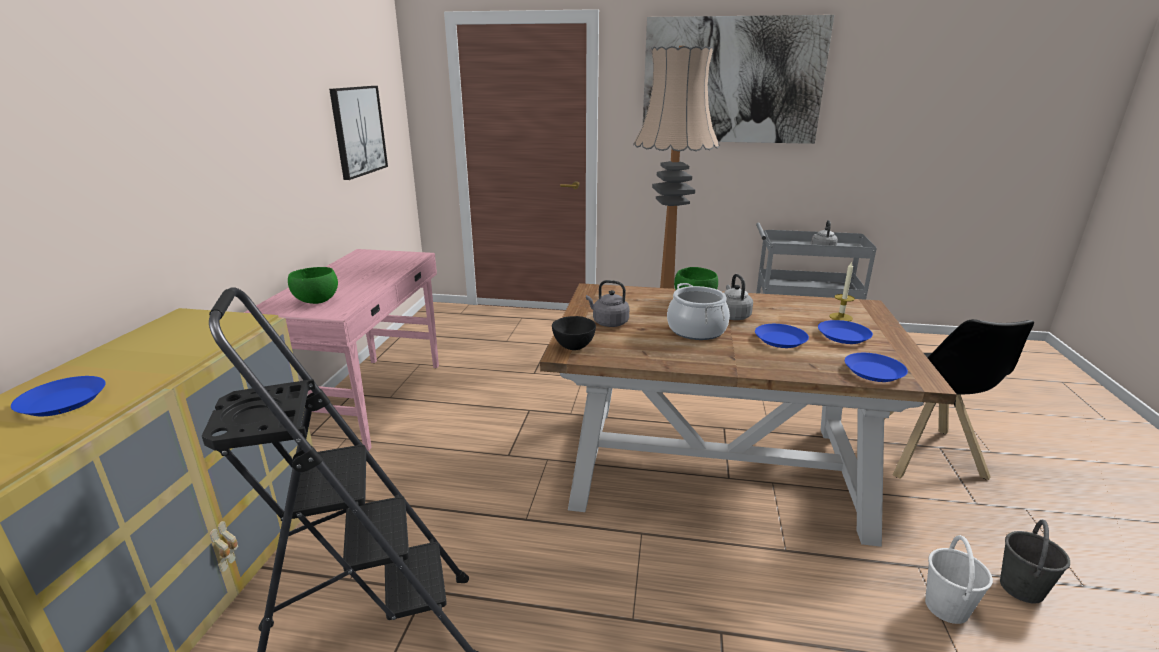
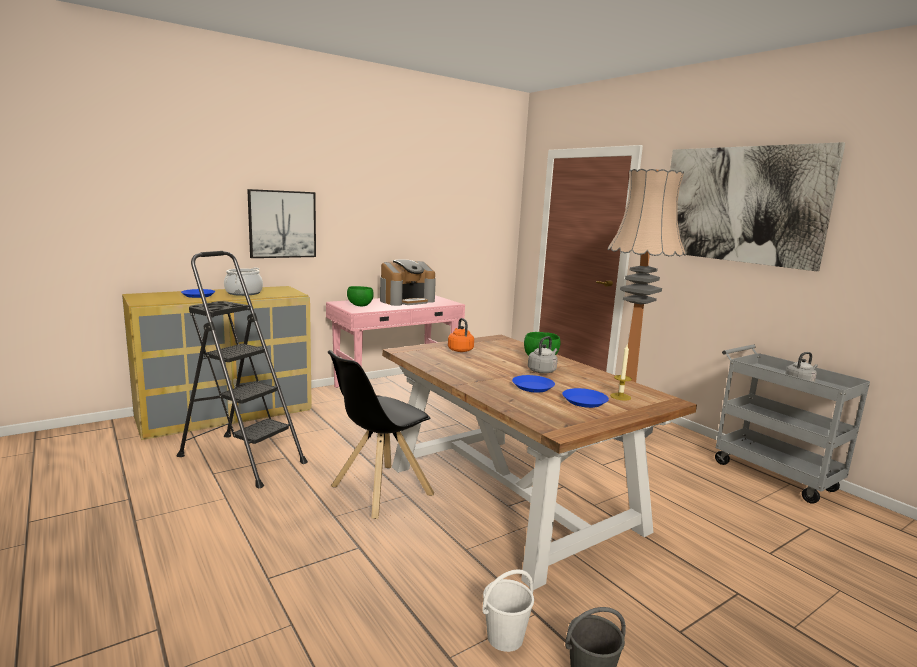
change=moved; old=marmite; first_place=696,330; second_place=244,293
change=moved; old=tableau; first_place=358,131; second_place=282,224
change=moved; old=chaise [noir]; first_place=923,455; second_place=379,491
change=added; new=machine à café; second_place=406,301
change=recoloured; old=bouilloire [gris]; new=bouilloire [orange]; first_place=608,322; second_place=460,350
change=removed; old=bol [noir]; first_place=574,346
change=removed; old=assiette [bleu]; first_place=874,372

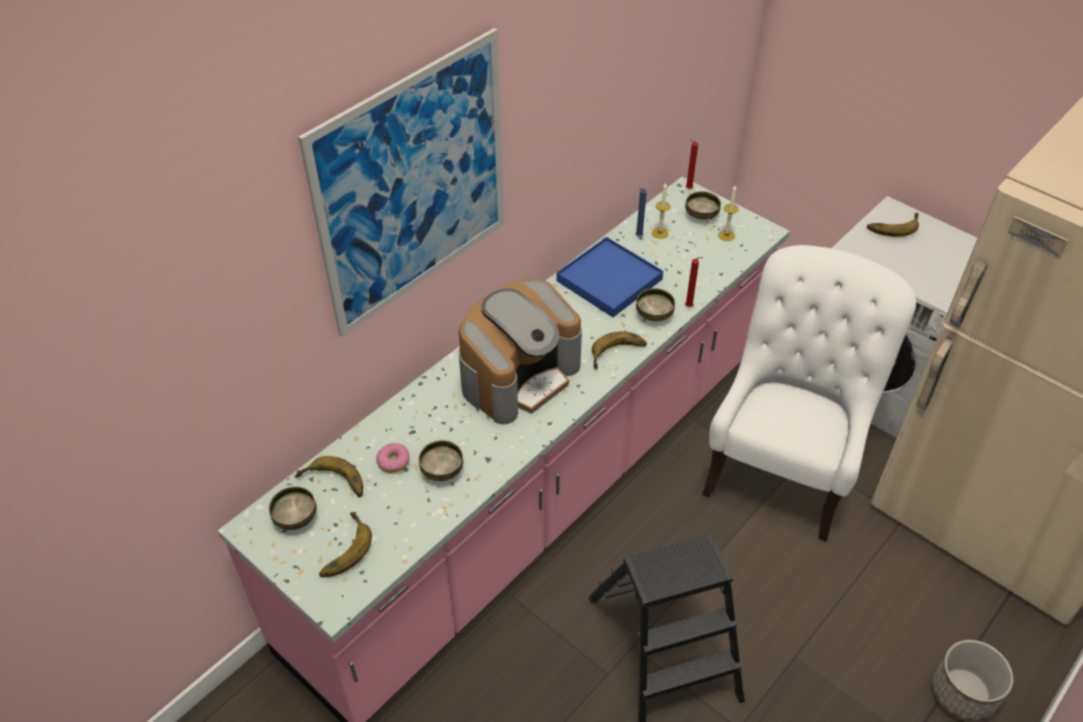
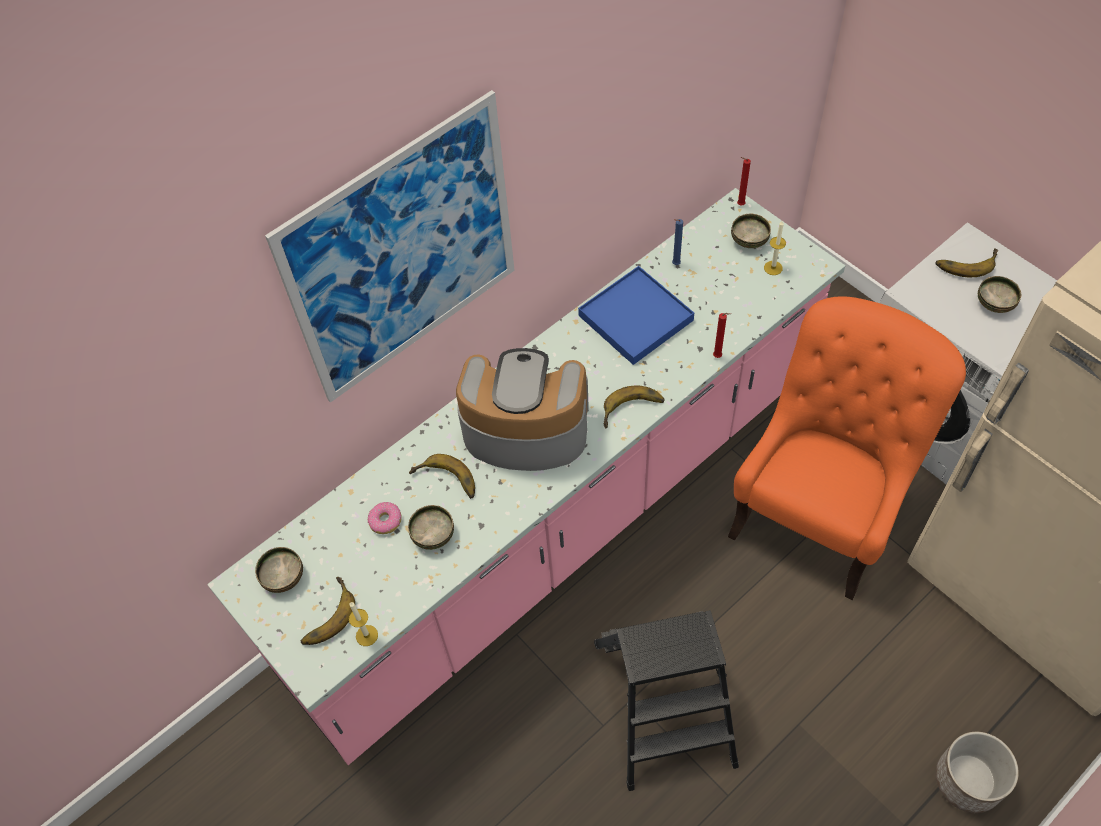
change=moved; old=bougie; first_place=660,233; second_place=367,635
change=moved; old=banane; first_place=332,484; second_place=445,483
change=turned; old=machine à café; first_place=519,375; second_place=524,429; degrees=-135
change=recoloured; old=chaise [blanc]; new=chaise [orange]; first_place=782,469; second_place=818,513
change=moved; old=bol; first_place=654,314; second_place=995,303

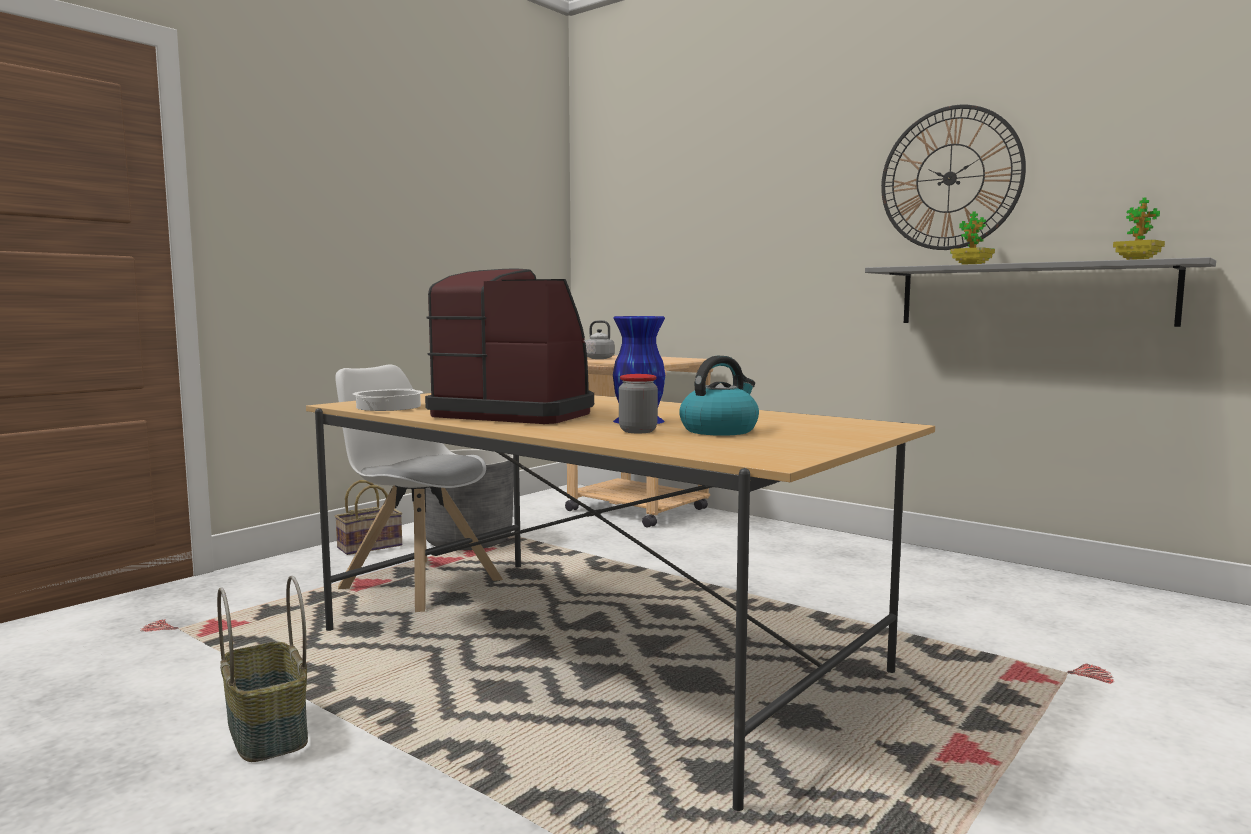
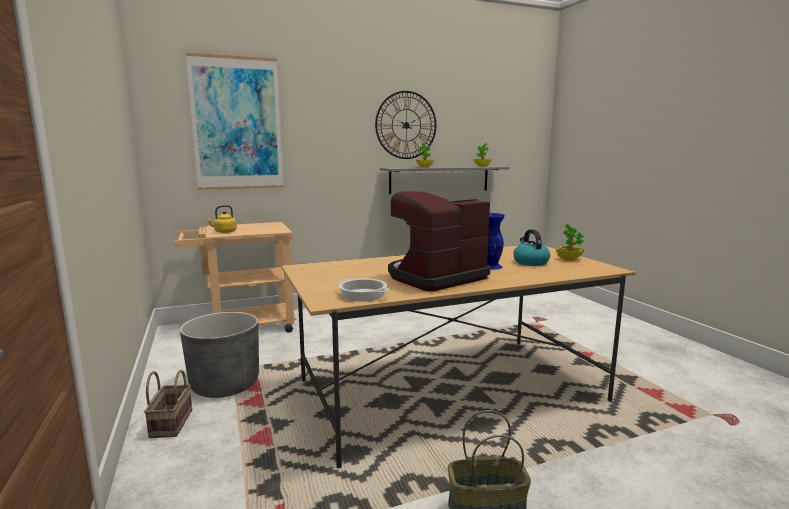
change=added; new=tableau; second_place=237,124
change=recoloured; old=bouilloire [gris]; new=bouilloire [jaune]; first_place=597,358; second_place=224,232
change=added; new=plante en pot; second_place=569,259
change=removed; old=chaise; first_place=418,583
change=removed; old=bocal; first_place=638,431

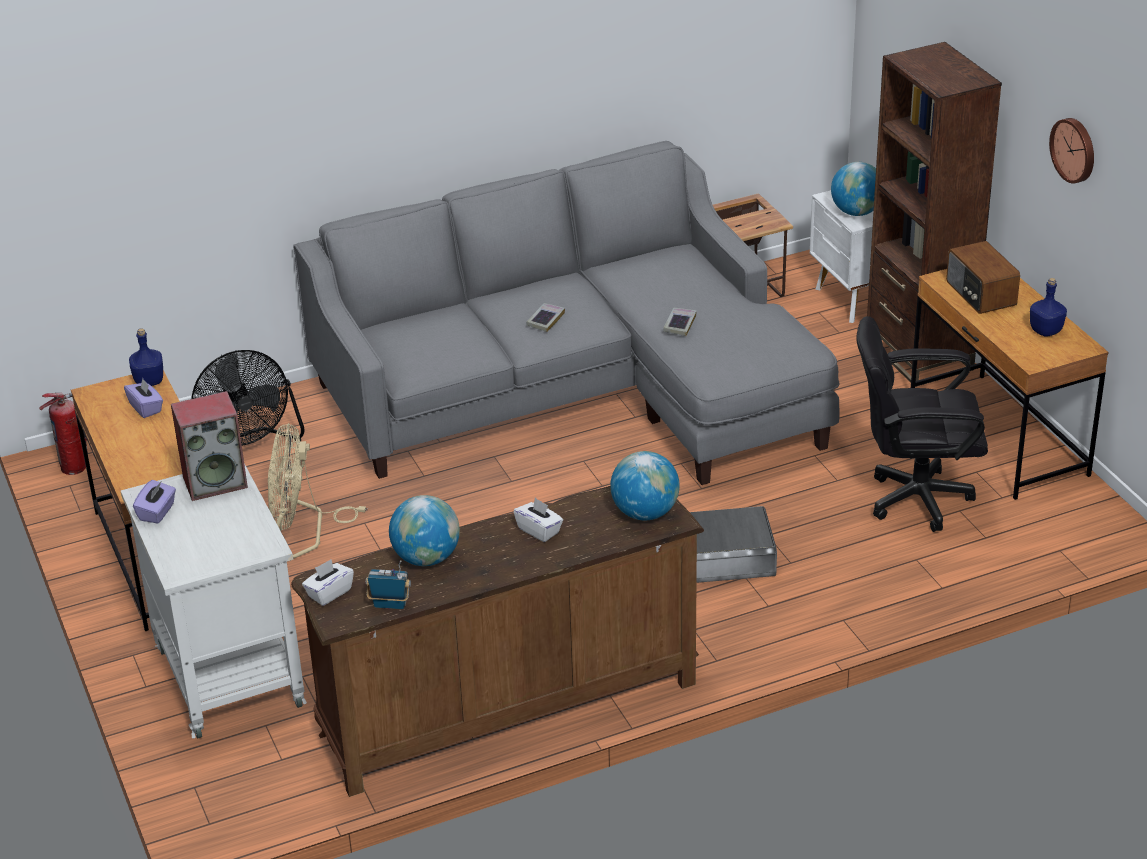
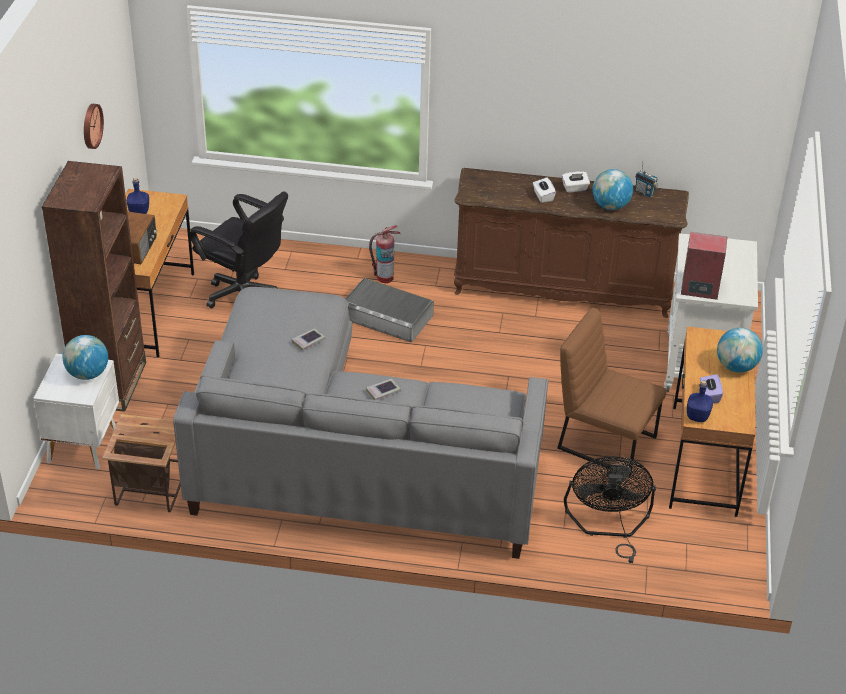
change=moved; old=extincteur; first_place=74,467; second_place=384,278
change=replaced; old=ventilateur [beige]; new=chaise [marron]; first_place=303,528; second_place=604,441
change=moved; old=boîte à mouchoirs [blanc]; first_place=329,593; second_place=575,188
change=moved; old=globe; first_place=645,513; second_place=736,367
change=removed; old=boîte à mouchoirs [violet]; first_place=157,512

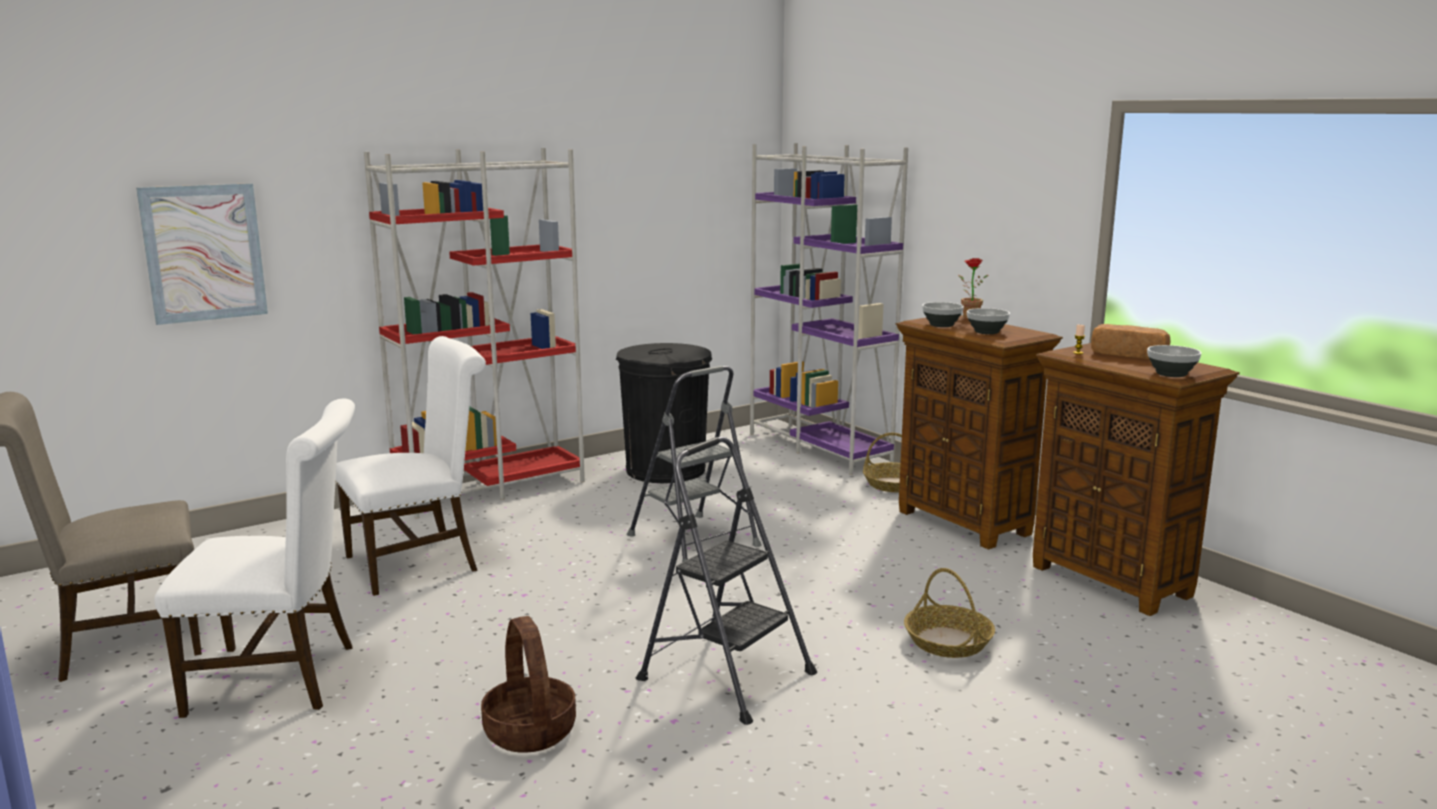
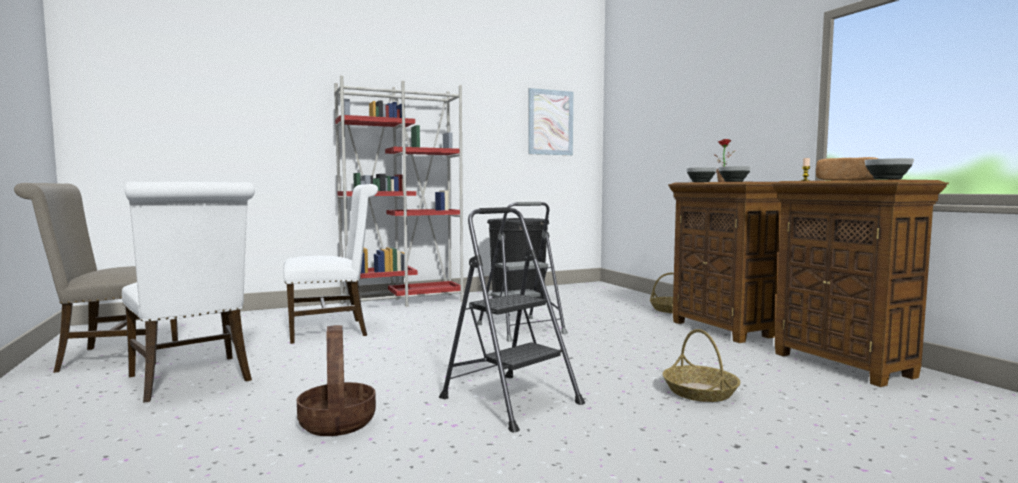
change=turned; old=chaise [blanc]; first_place=284,677; second_place=193,380; degrees=45
change=moved; old=tableau; first_place=204,253; second_place=550,122
change=removed; old=bibliothèque [violet]; first_place=819,448

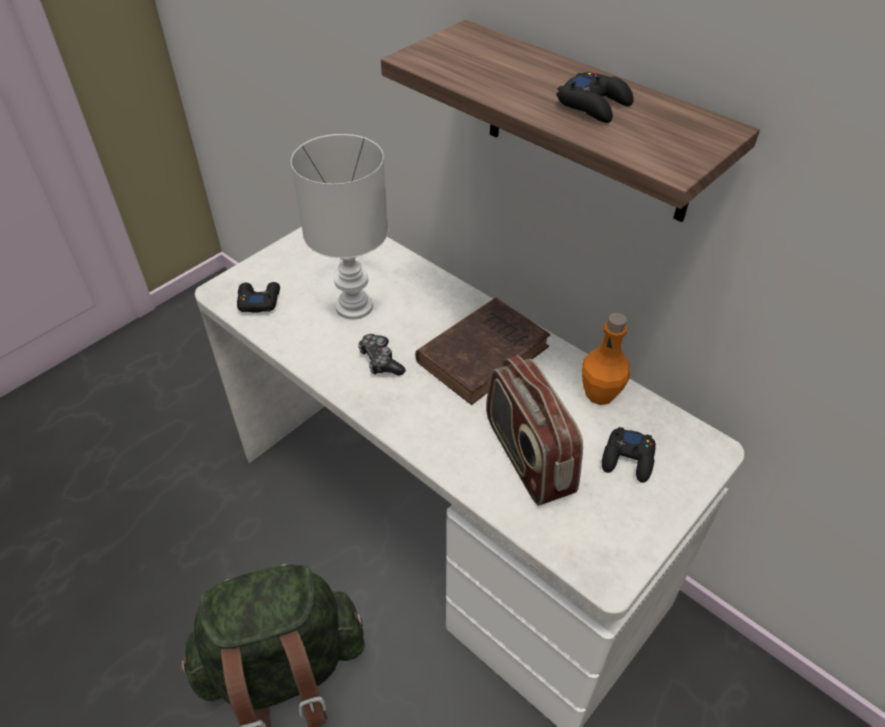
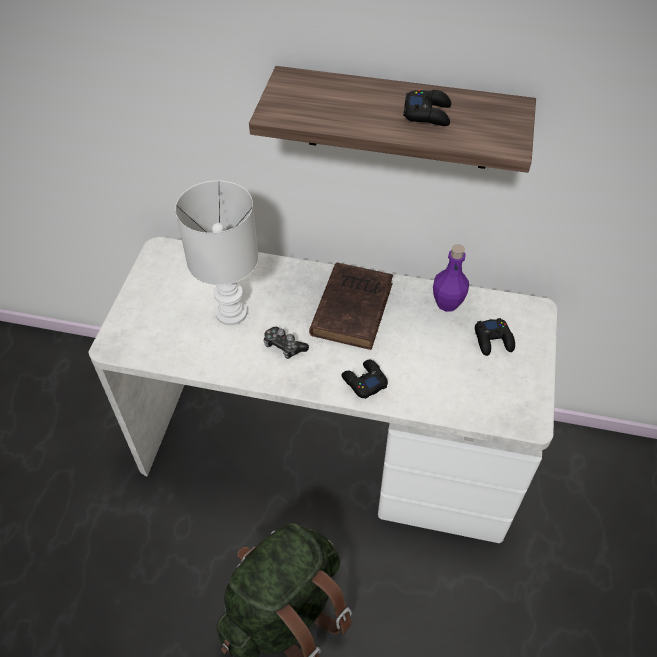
change=moved; old=manette [noir]; first_place=259,300; second_place=364,381
change=recoloured; old=bouteille [orange]; new=bouteille [violet]; first_place=600,394; second_place=447,303
change=removed; old=radio; first_place=527,456

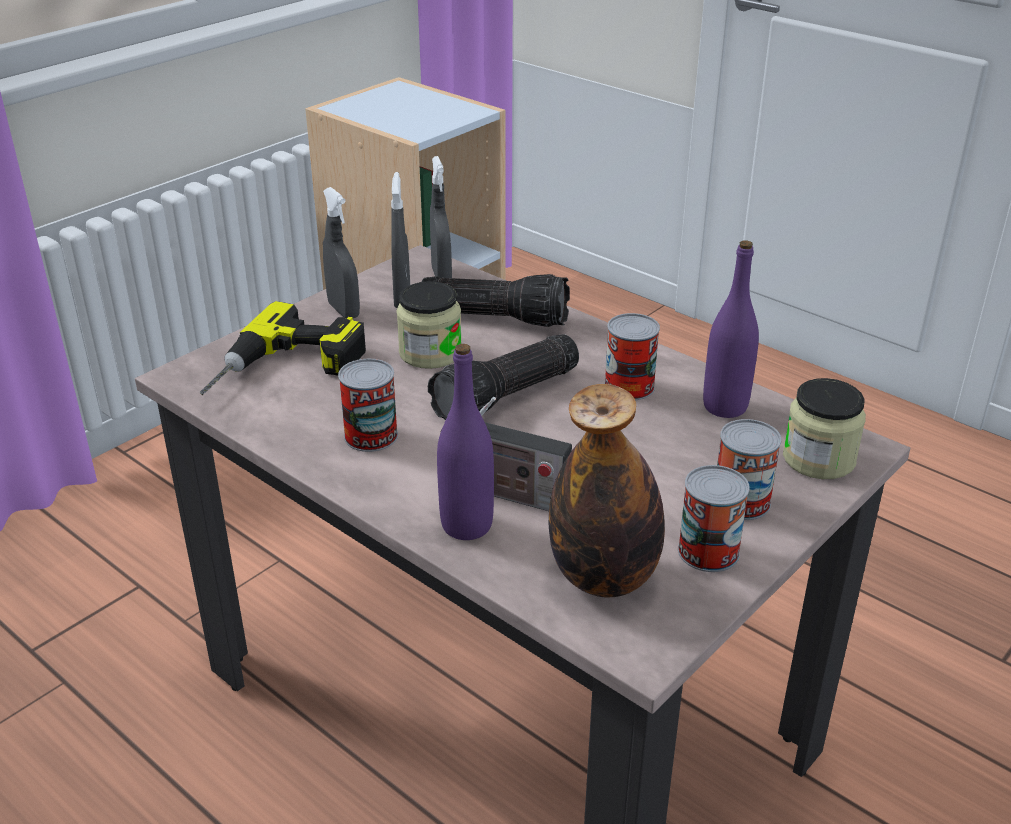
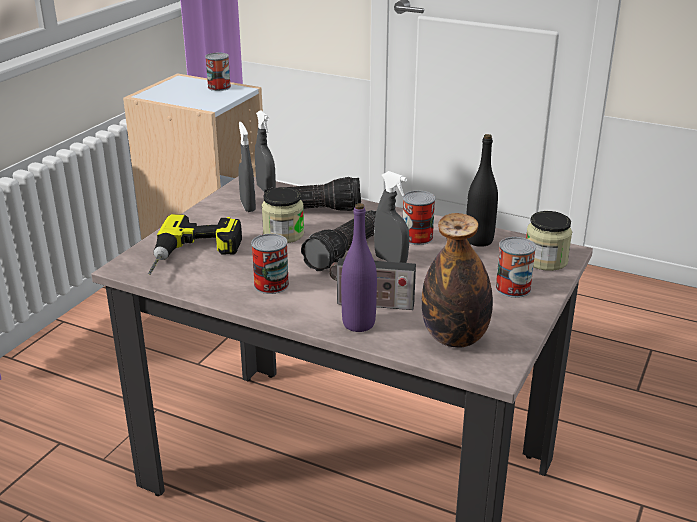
change=moved; old=boîte métallique; first_place=708,551; second_place=219,87
change=moved; old=vaporisateur [gris]; first_place=344,311; second_place=391,260
change=recoloured; old=bouteille [violet]; new=bouteille [noir]; first_place=725,406; second_place=479,240

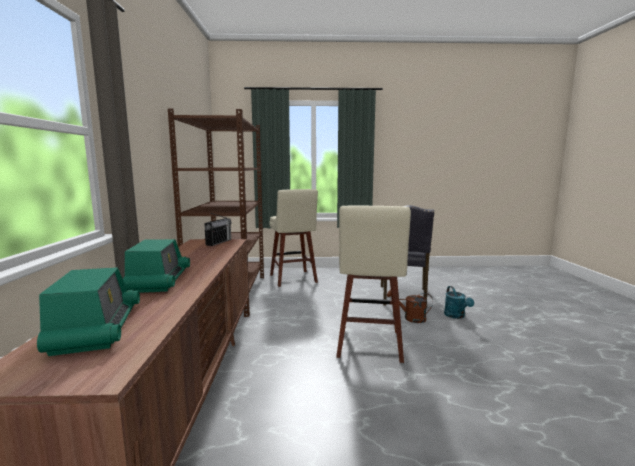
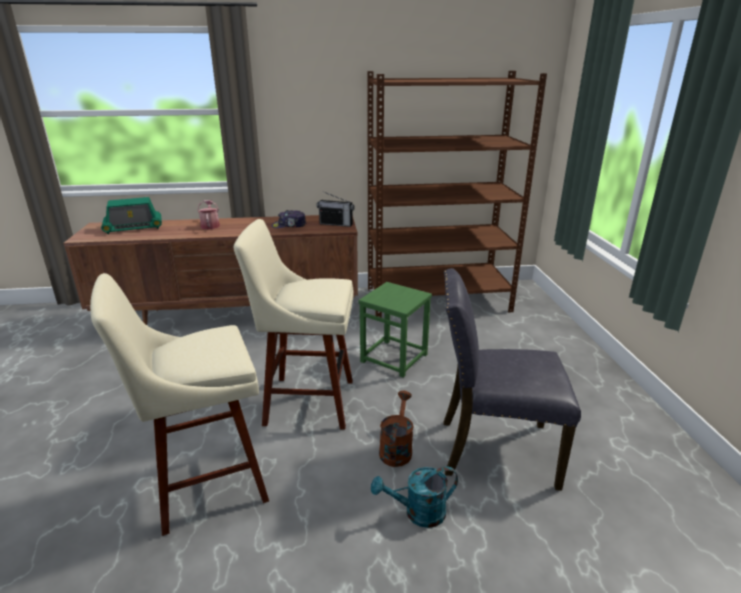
change=moved; old=tabouret [beige]; first_place=293,279; second_place=206,483
change=replaced; old=radio; new=arrosoir; first_place=159,281; second_place=210,225
change=added; new=casquette; second_place=289,226
change=added; new=tabouret [vert]; second_place=394,358

